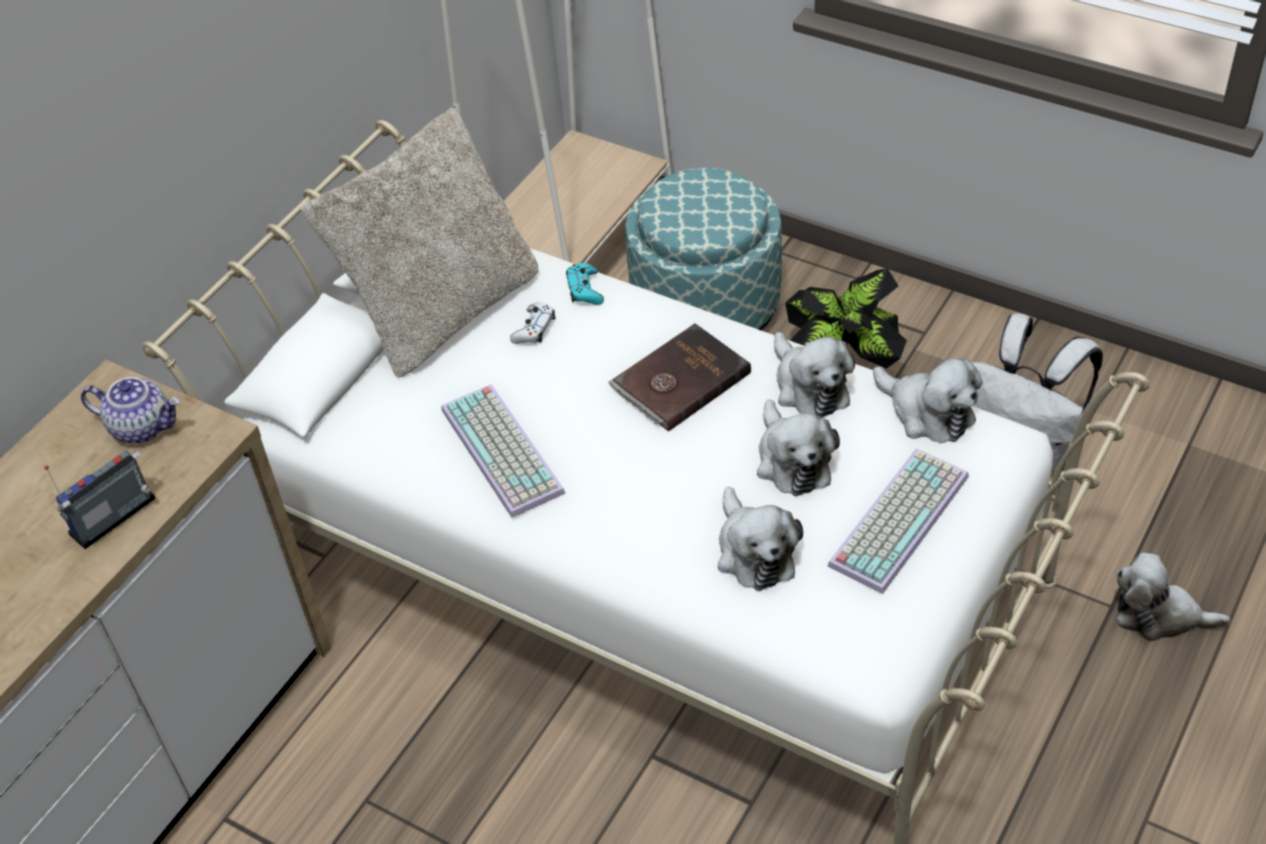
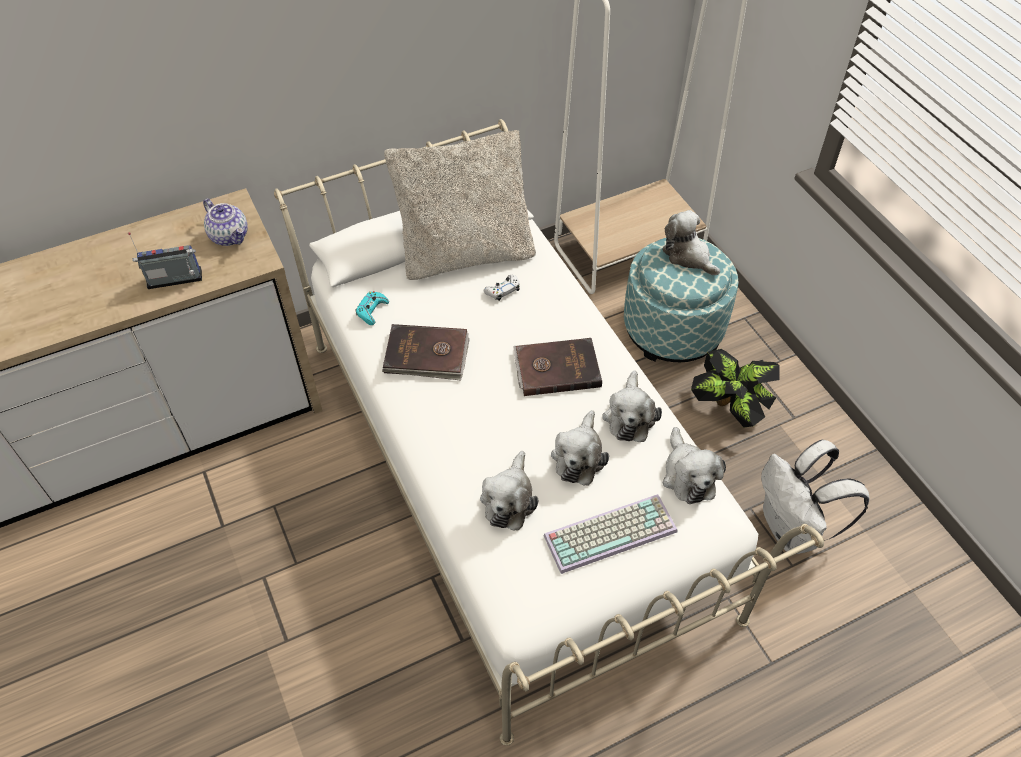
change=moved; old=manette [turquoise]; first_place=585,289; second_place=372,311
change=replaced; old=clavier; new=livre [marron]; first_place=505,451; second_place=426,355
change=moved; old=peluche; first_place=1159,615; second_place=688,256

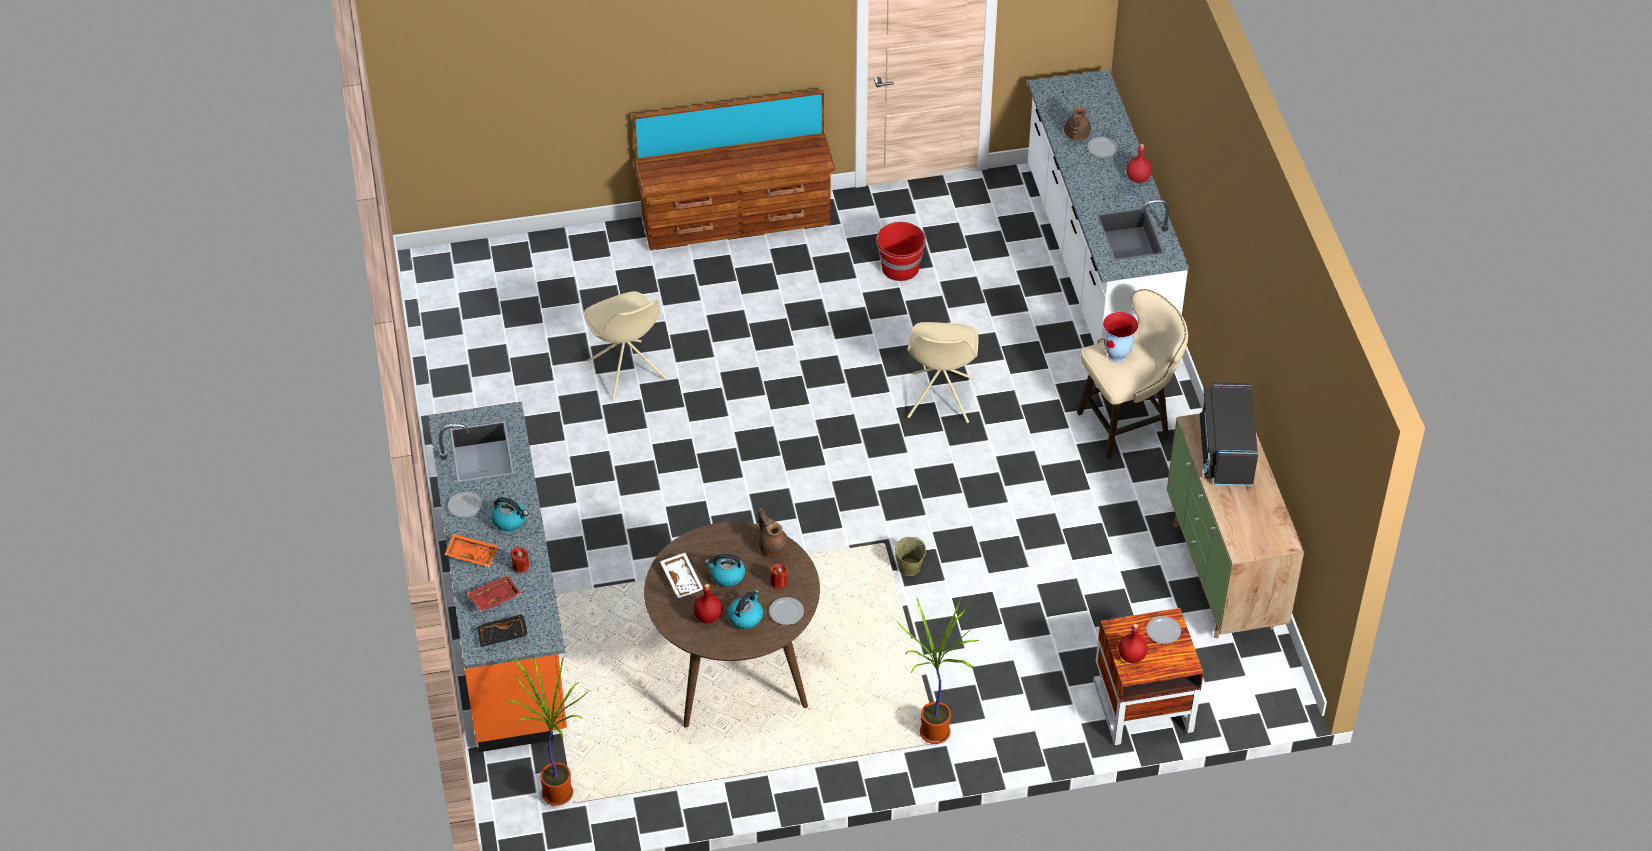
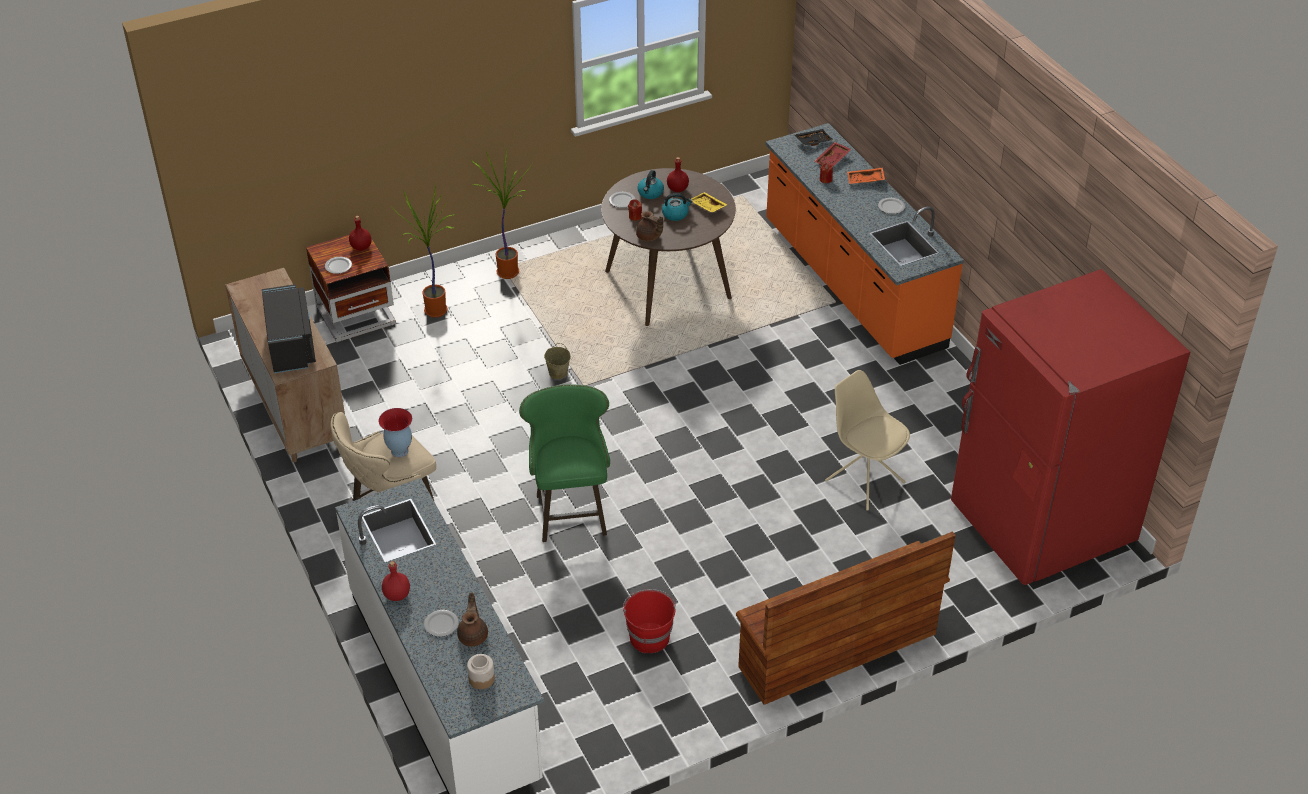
change=moved; old=plante en pot; first_place=557,792; second_place=436,312
change=added; new=bocal; second_place=481,678
change=replaced; old=chaise [beige]; new=tabouret [vert]; first_place=940,399; second_place=570,511
change=recoloured; old=plateau [blanc]; new=plateau [jaune]; first_place=682,579; second_place=707,207
change=added; new=réfrigérateur [rouge]; second_place=1042,522
change=removed; old=bouilloire; first_place=510,520

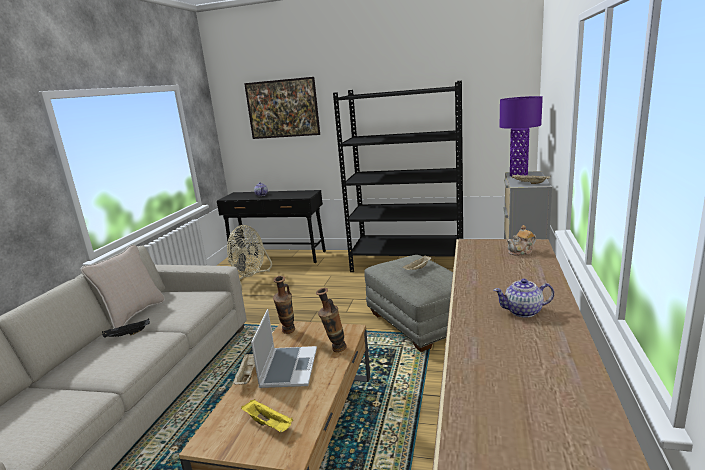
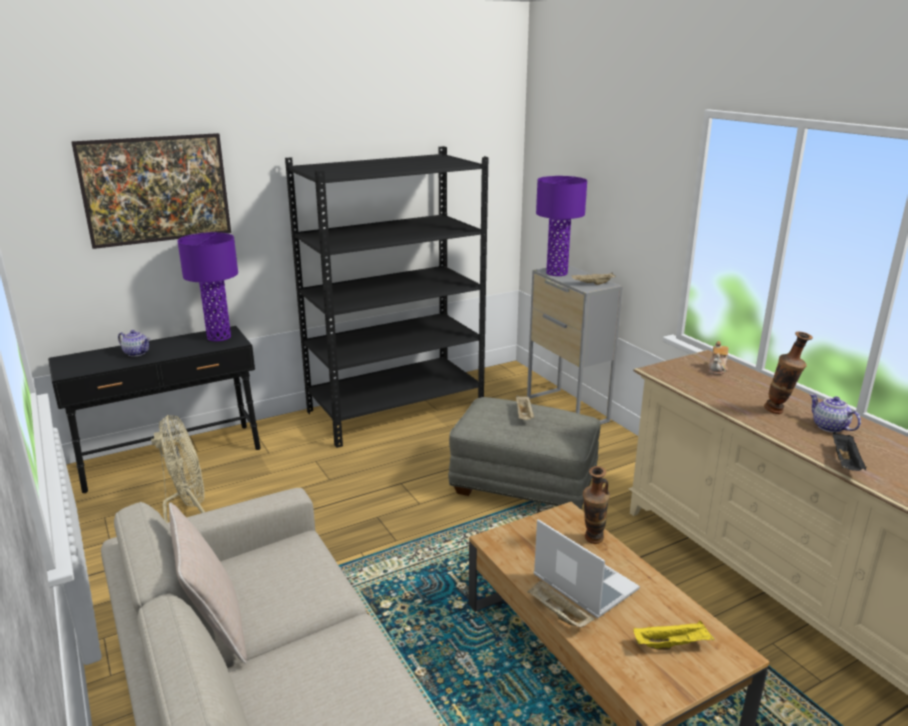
change=added; new=lampe de table [violet]; second_place=218,337
change=moved; old=vase; first_place=288,333; second_place=779,412
change=turned; old=théière; first_place=523,311; second_place=830,427; degrees=105
change=moved; old=plateau [noir]; first_place=127,335; second_place=845,463

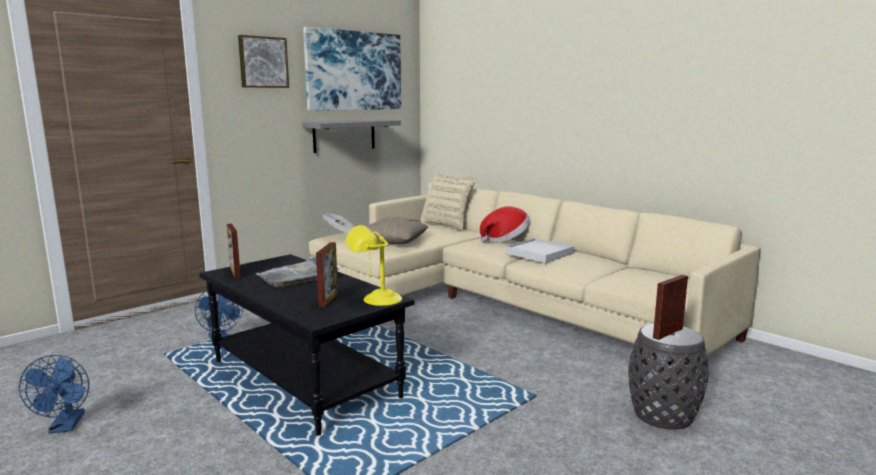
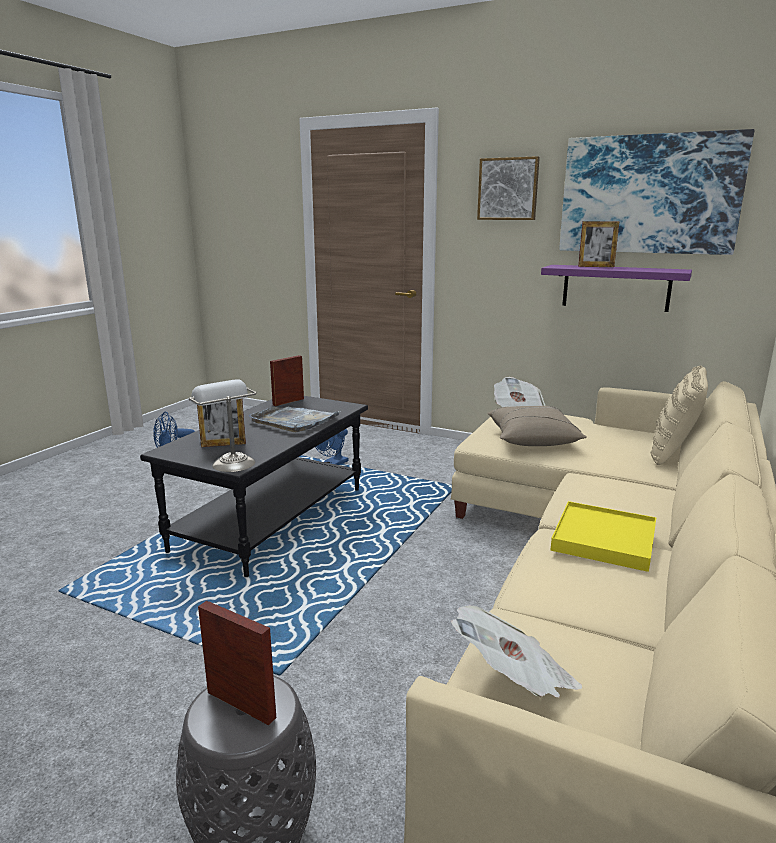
change=recoloured; old=lampe de table [jaune]; new=lampe de table [blanc]; first_place=374,300; second_place=228,461
change=added; new=journal; second_place=514,680
change=recoloured; old=étagère [gris]; new=étagère [violet]; first_place=344,135; second_place=616,287
change=recoloured; old=plateau [blanc]; new=plateau [jaune]; first_place=539,253; second_place=604,539
change=added; new=cadre photo; second_place=596,266
change=removed; old=chapeau; first_place=505,240

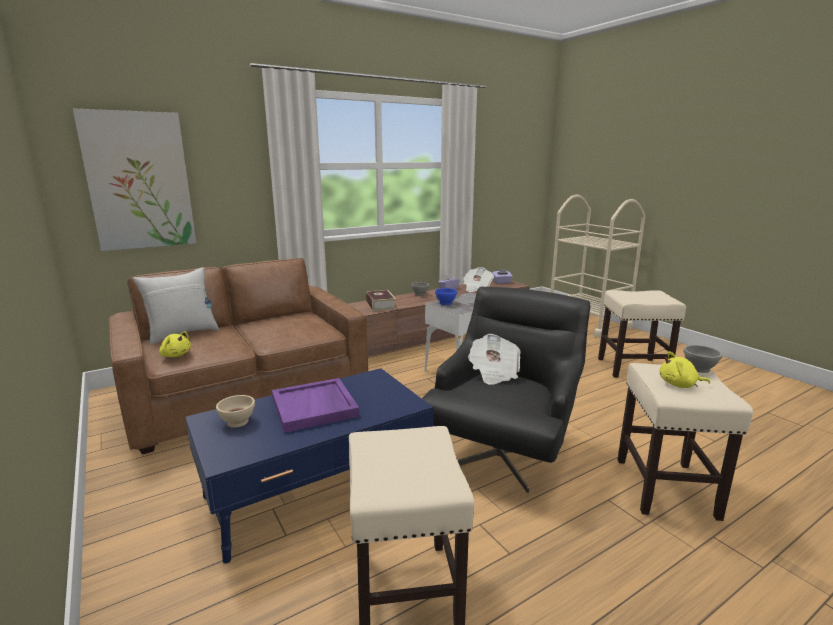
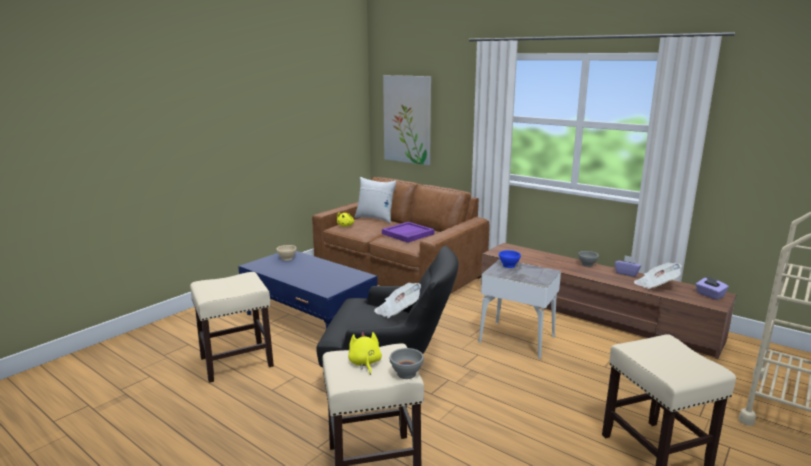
change=moved; old=plateau [violet]; first_place=315,407; second_place=408,234
change=removed; old=livre; first_place=380,305

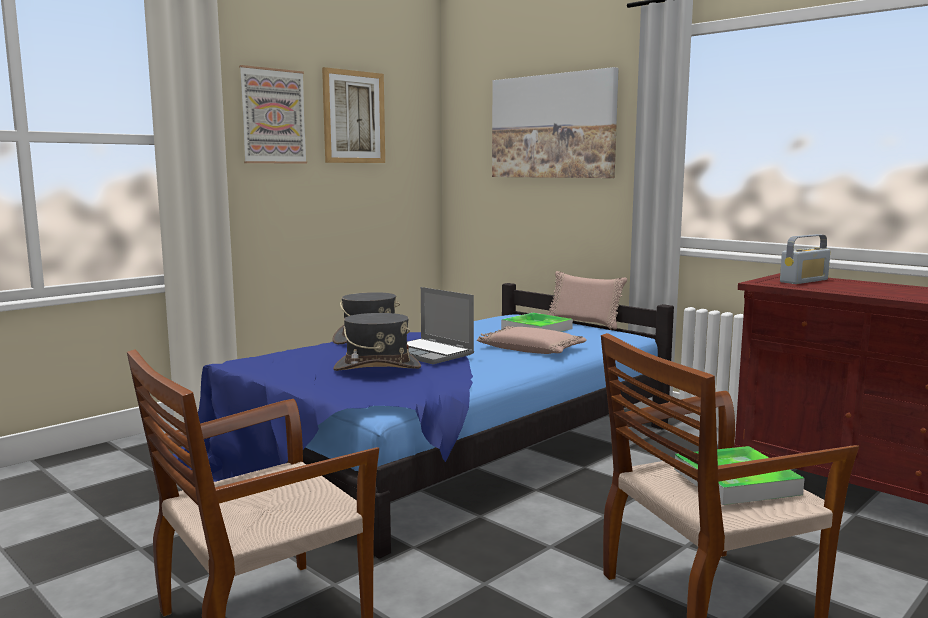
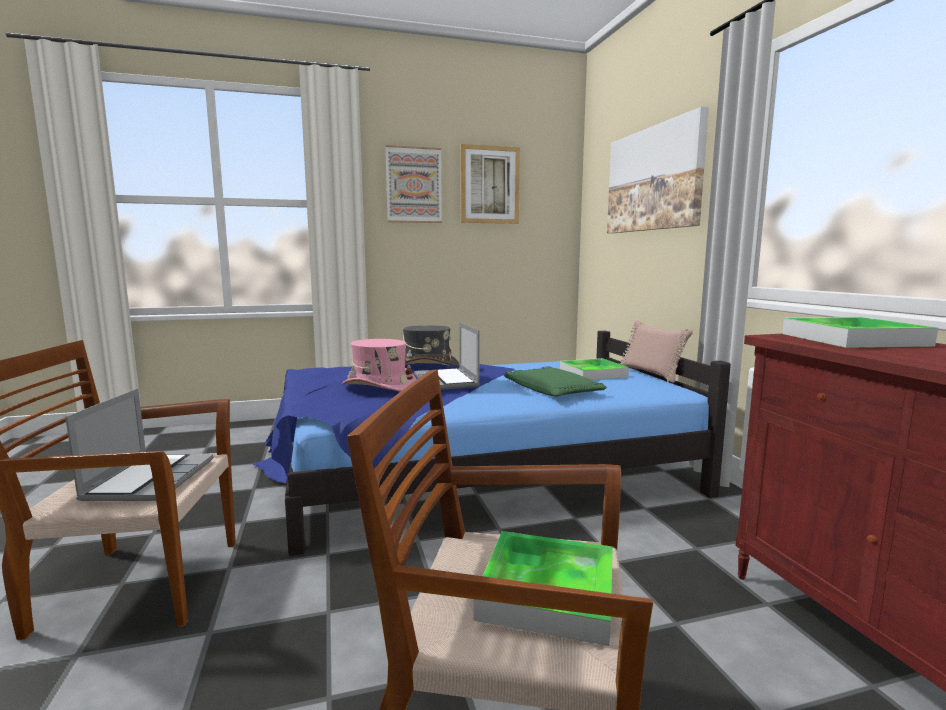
change=added; new=ordinateur portable; second_place=150,479
change=recoloured; old=chapeau [gris]; new=chapeau [rose]; first_place=377,368; second_place=379,387
change=recoloured; old=coussin [beige]; new=coussin [vert]; first_place=531,348; second_place=552,389
change=replaced; old=radio; new=plateau; first_place=804,281; second_place=853,339

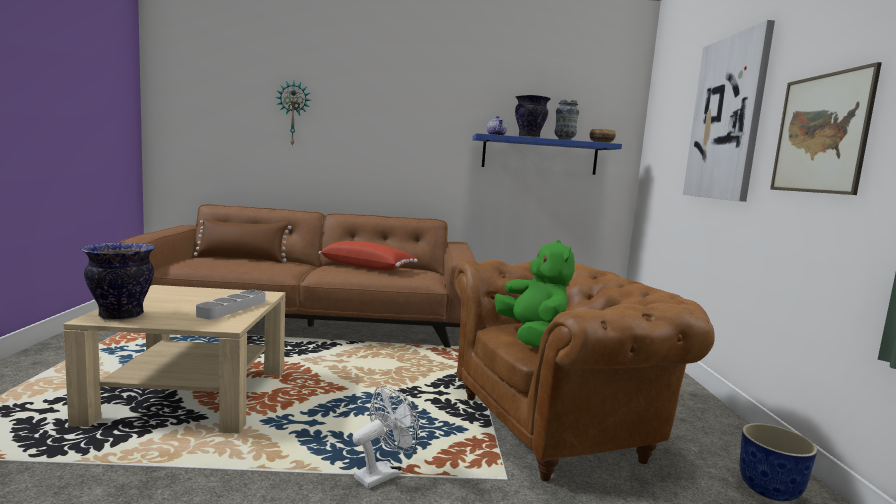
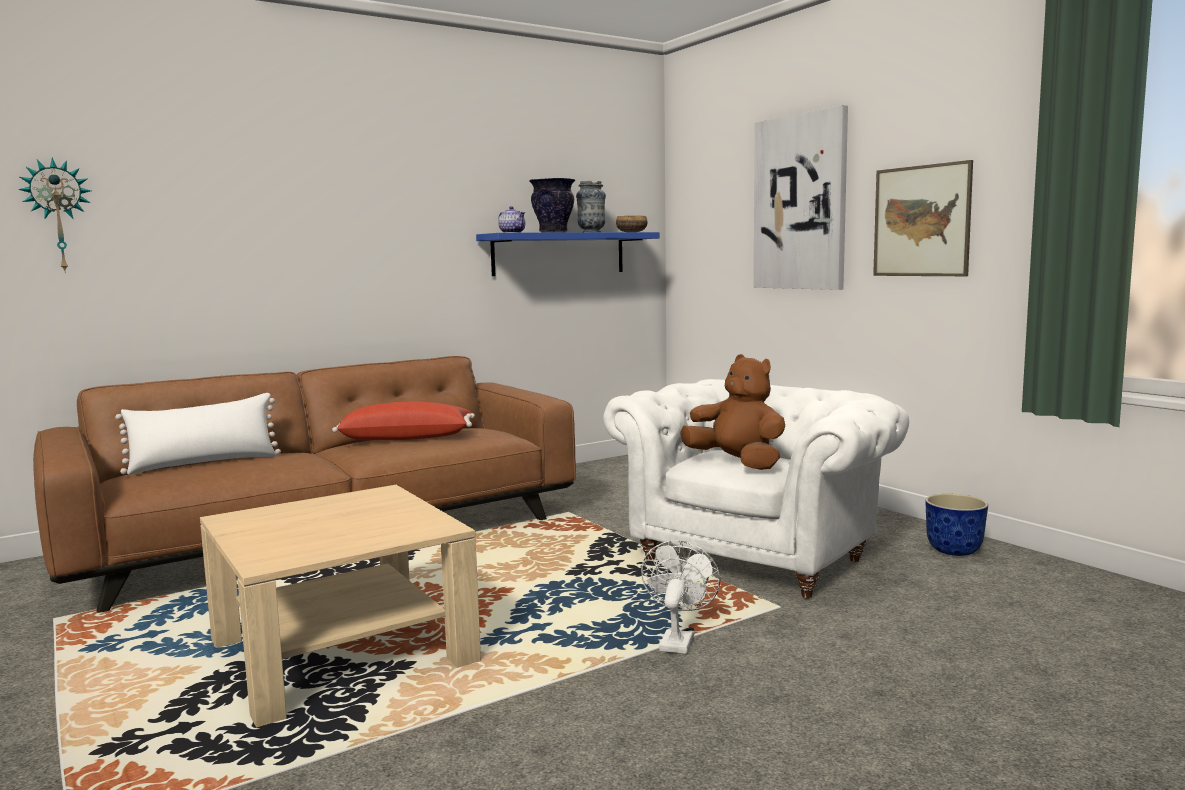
change=moved; old=horloge murale; first_place=293,113; second_place=58,216
change=recoloured; old=coussin [marron]; new=coussin [blanc]; first_place=242,259; second_place=204,463
change=recoloured; old=fauteuil [marron]; new=fauteuil [blanc]; first_place=562,425; second_place=759,555
change=recoloured; old=peluche [vert]; new=peluche [marron]; first_place=532,337; second_place=737,463
change=removed; old=vase; first_place=120,315
change=removed; old=plateau [gris]; first_place=232,308

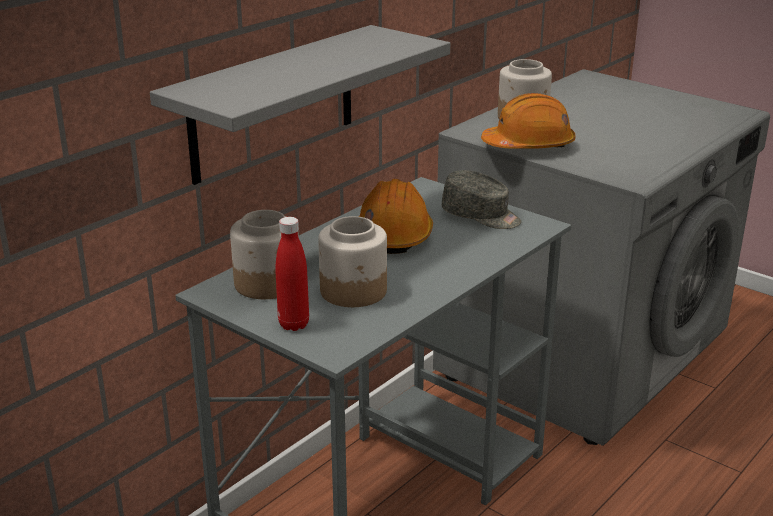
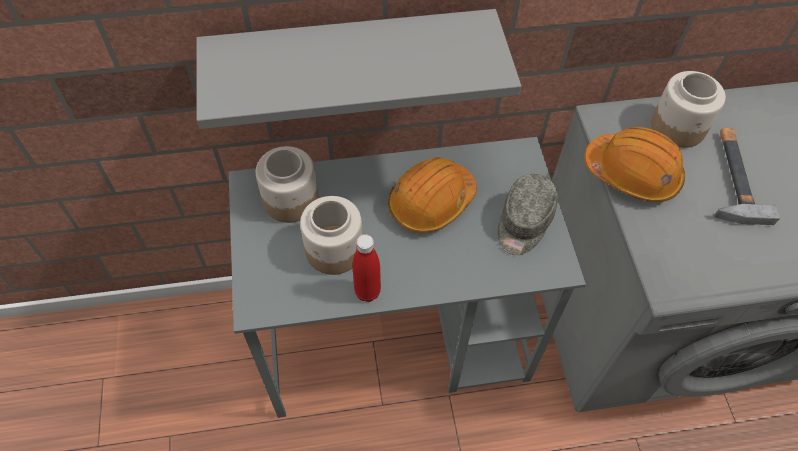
change=moved; old=bouteille [rouge]; first_place=294,324; second_place=367,292
change=turned; old=casquette [gris]; first_place=481,216; second_place=523,223; degrees=45
change=added; new=marteau; second_place=732,177

